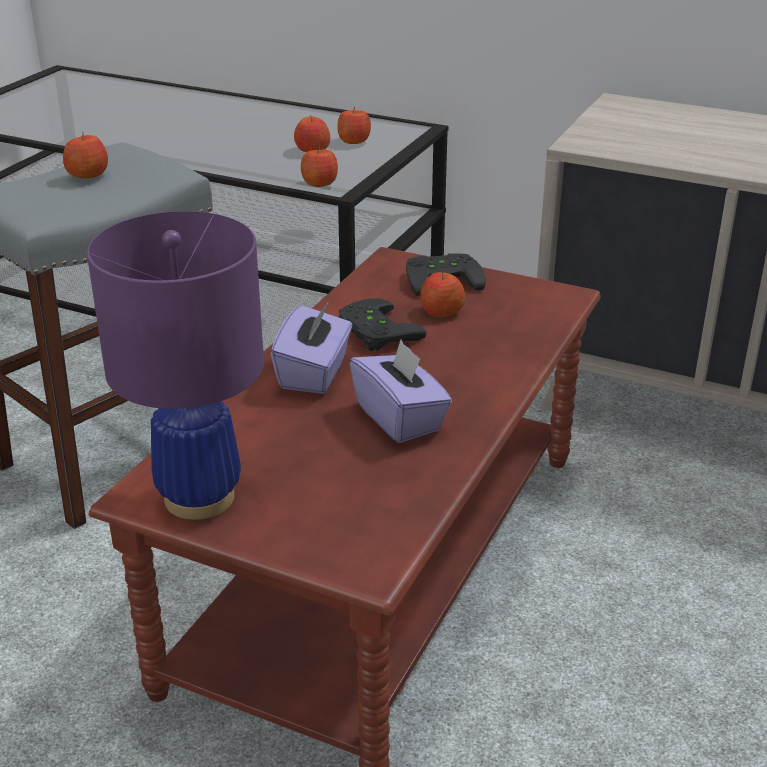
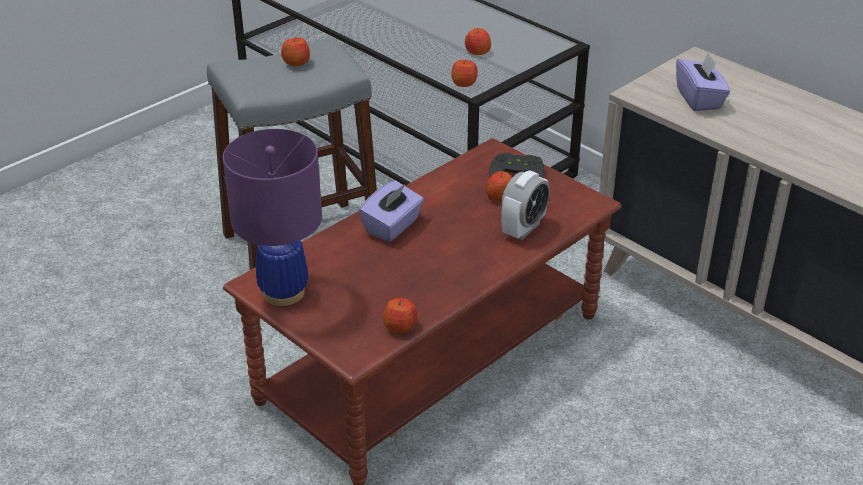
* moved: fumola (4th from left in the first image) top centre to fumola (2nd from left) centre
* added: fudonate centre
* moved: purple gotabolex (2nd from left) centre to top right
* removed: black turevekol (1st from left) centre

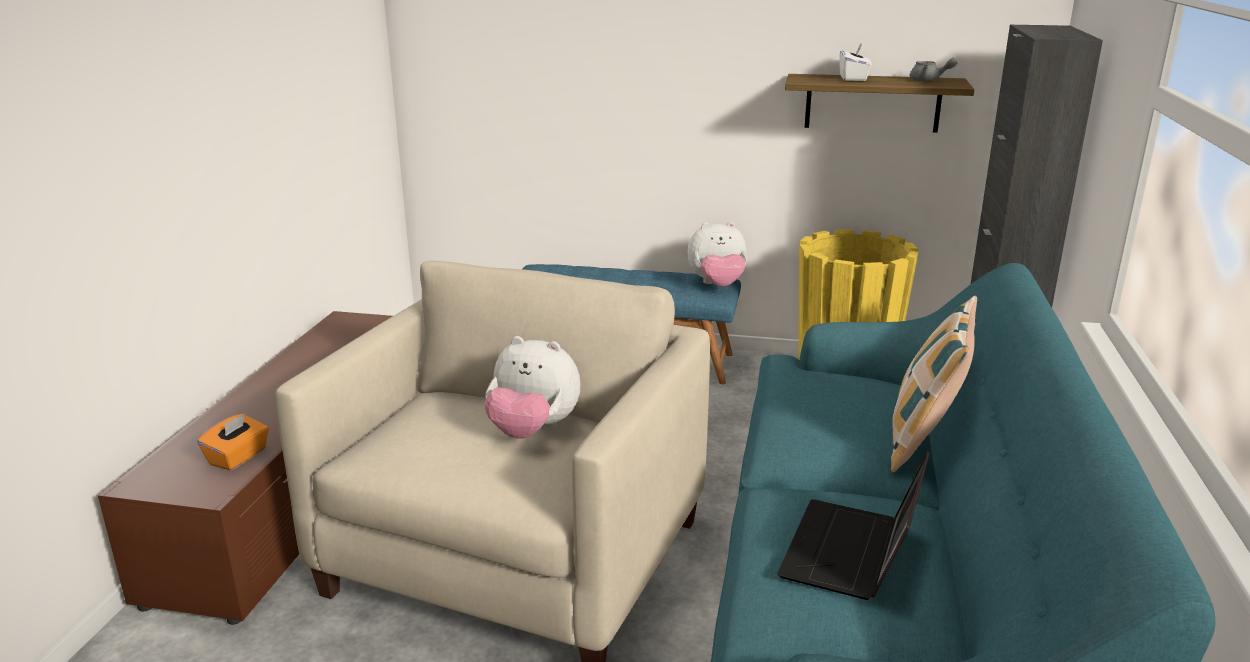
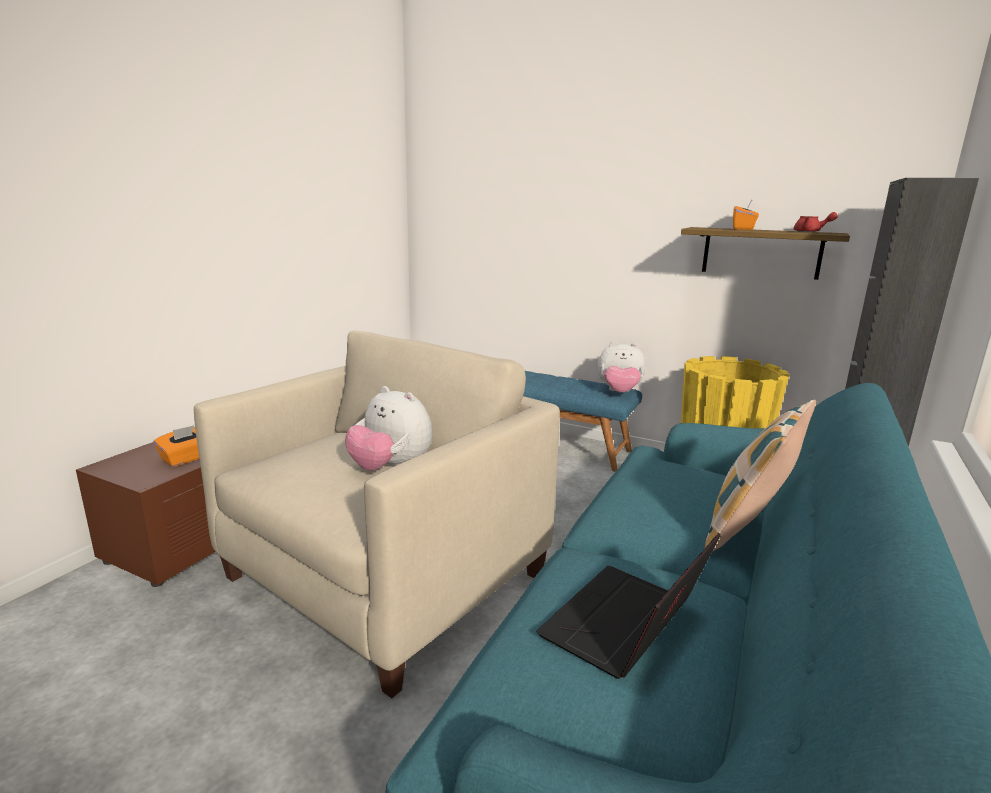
* recoloured: white gotabolex top right to orange gotabolex (2nd from left) top right
* recoloured: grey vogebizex top right to red vogebizex top right

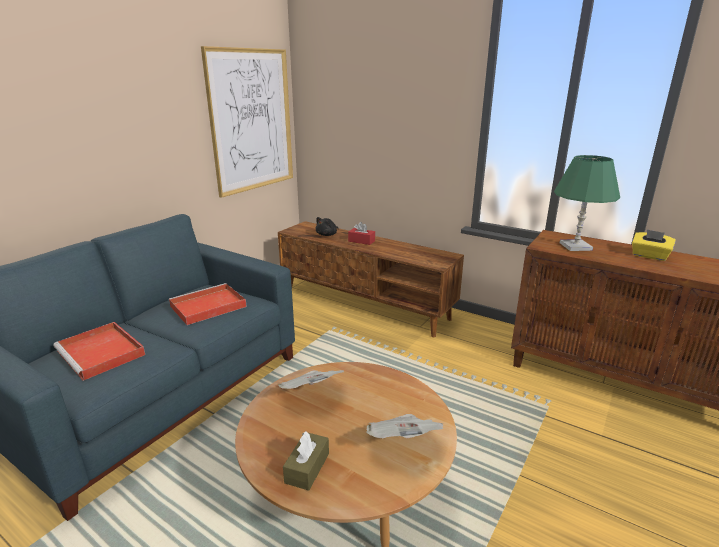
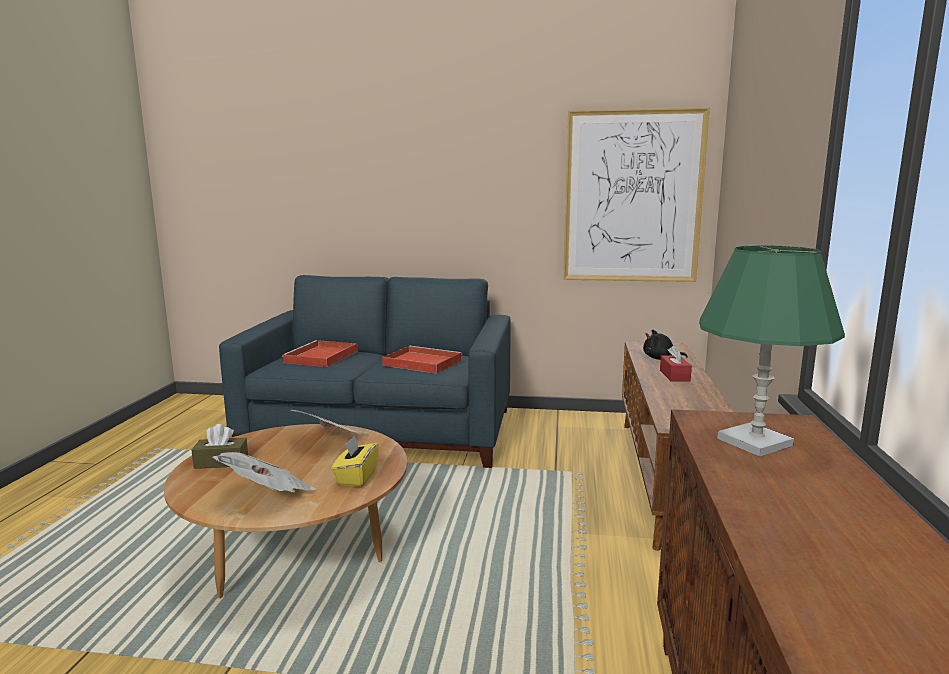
* moved: yellow gotabolex middle right to bottom centre

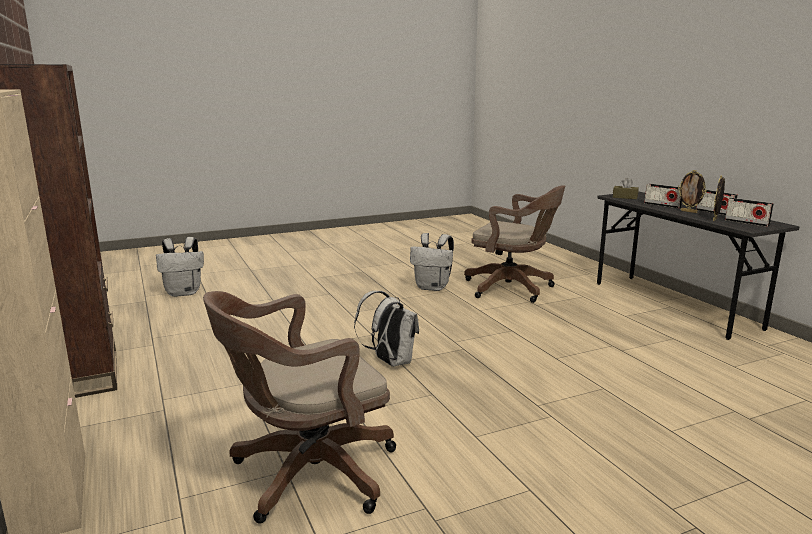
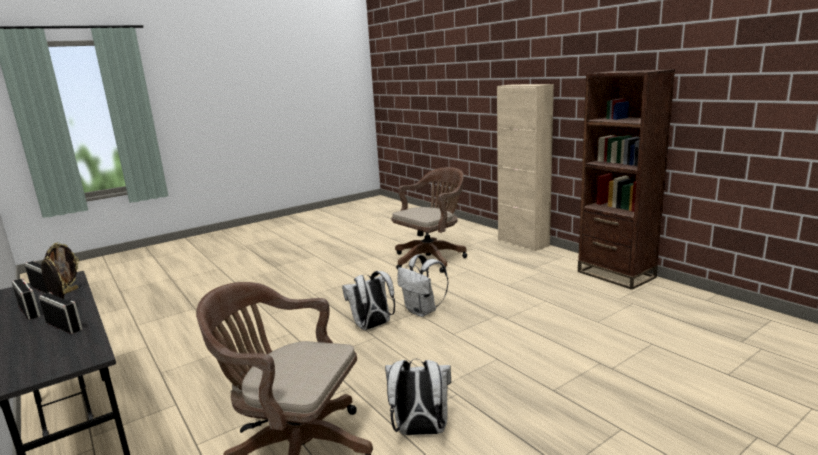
* moved: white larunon (1st from left) middle left to centre
* removed: brown gotabolex middle right

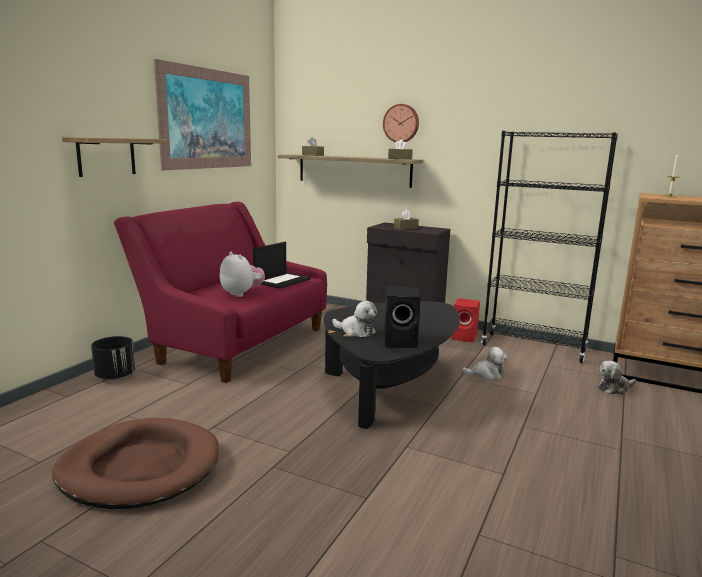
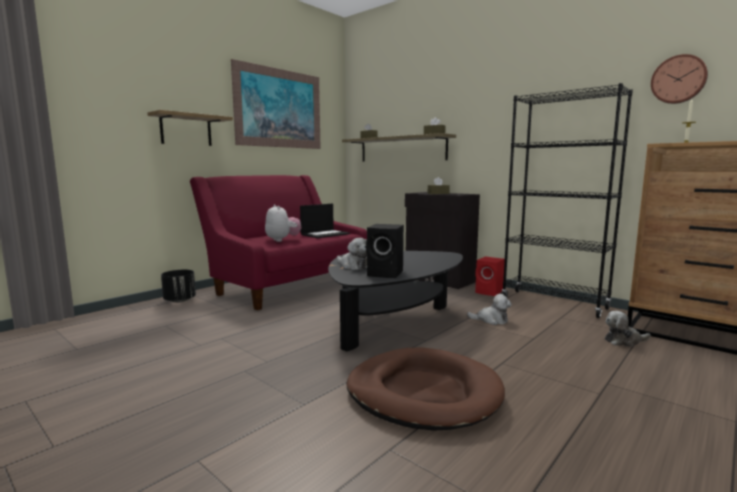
* moved: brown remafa bottom left to bottom centre
* moved: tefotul top centre to top right

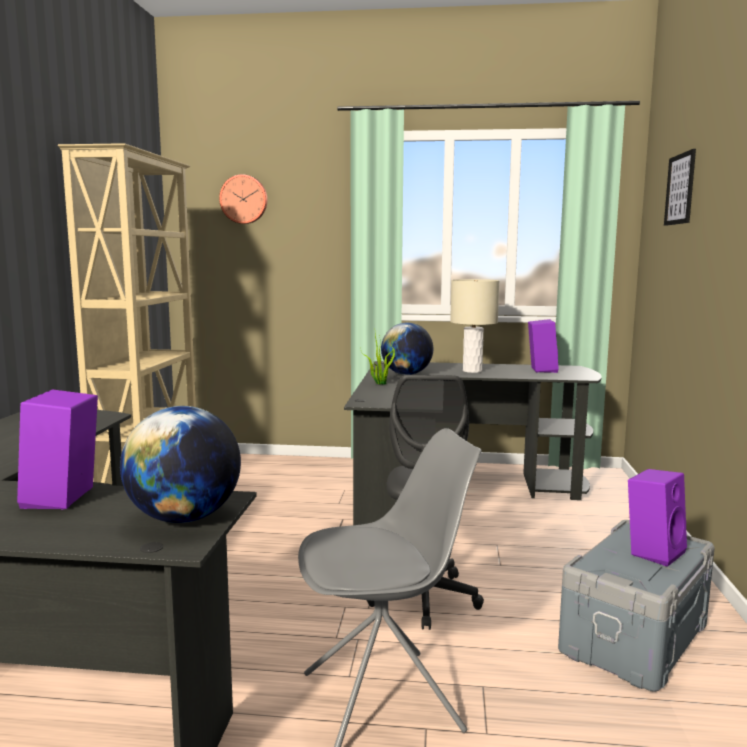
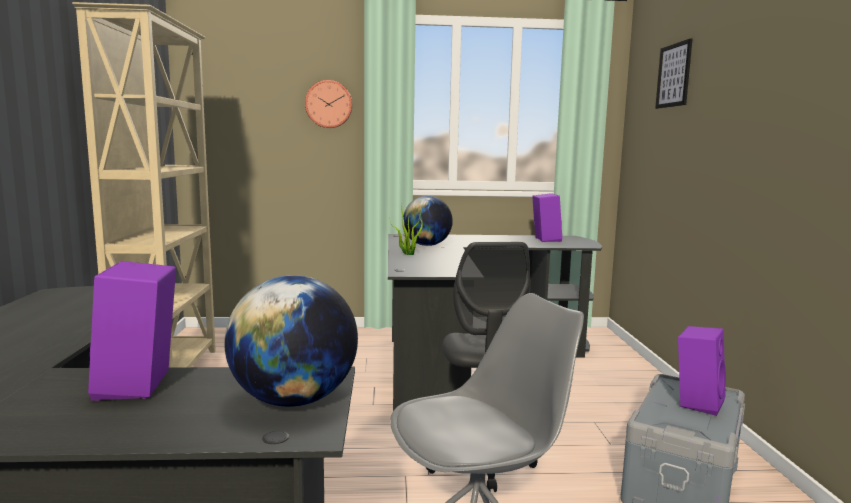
* moved: tefotul top left to top centre
* removed: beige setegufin centre

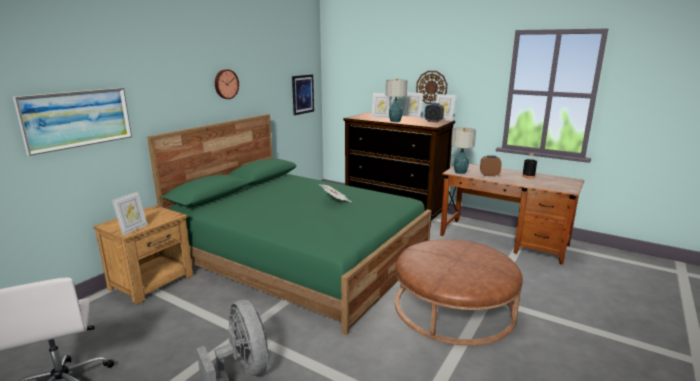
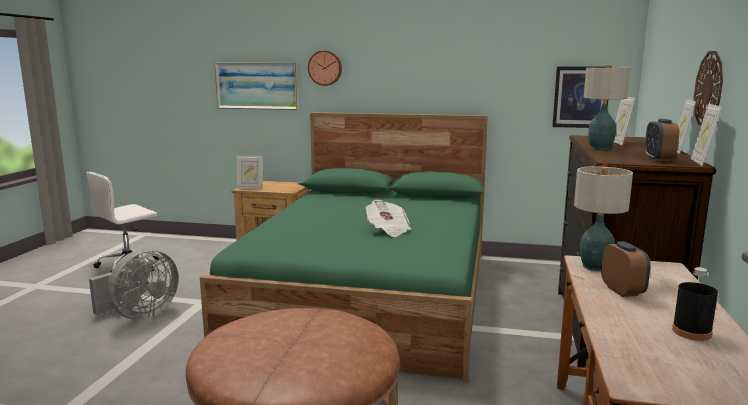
* moved: tefotul (1st from left) top left to top centre

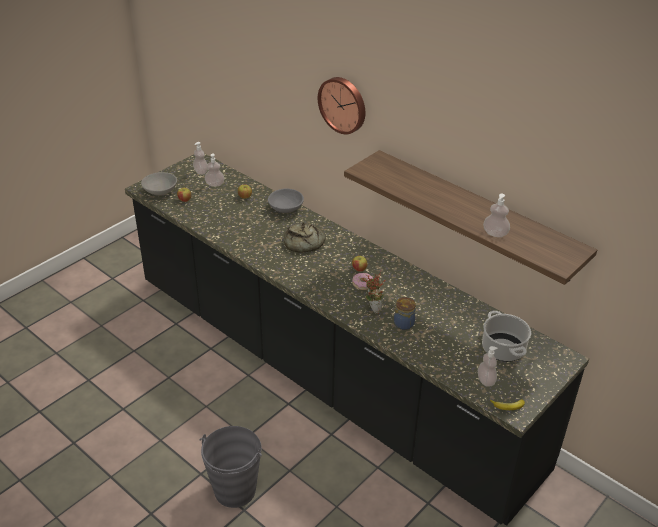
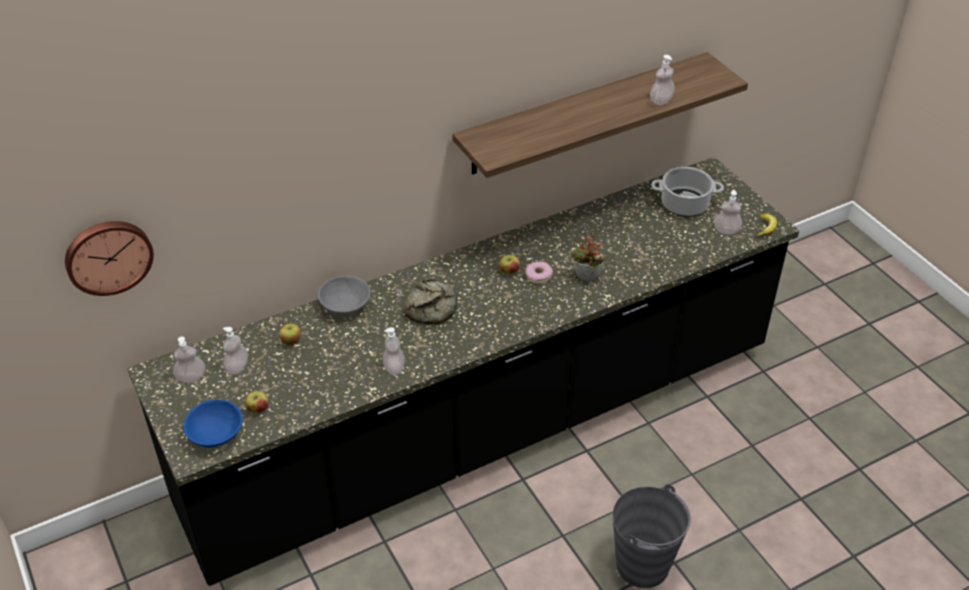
* moved: tefotul top centre to middle left
* recoloured: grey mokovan (1st from left) middle left to blue mokovan bottom left
* added: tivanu (3rd from left) centre
* removed: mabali centre

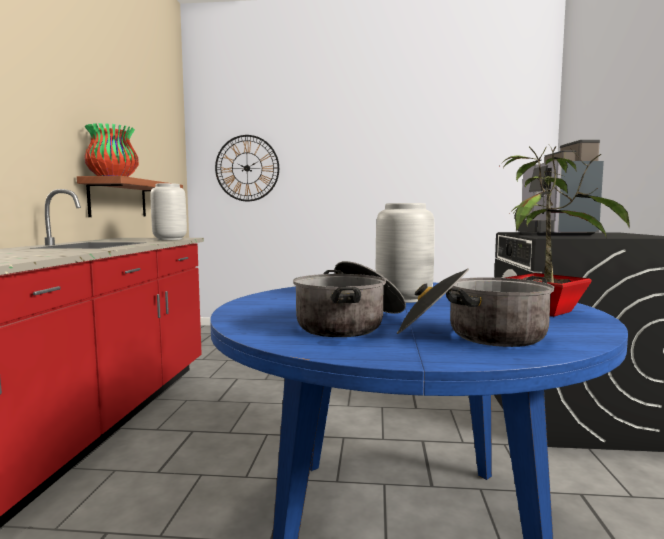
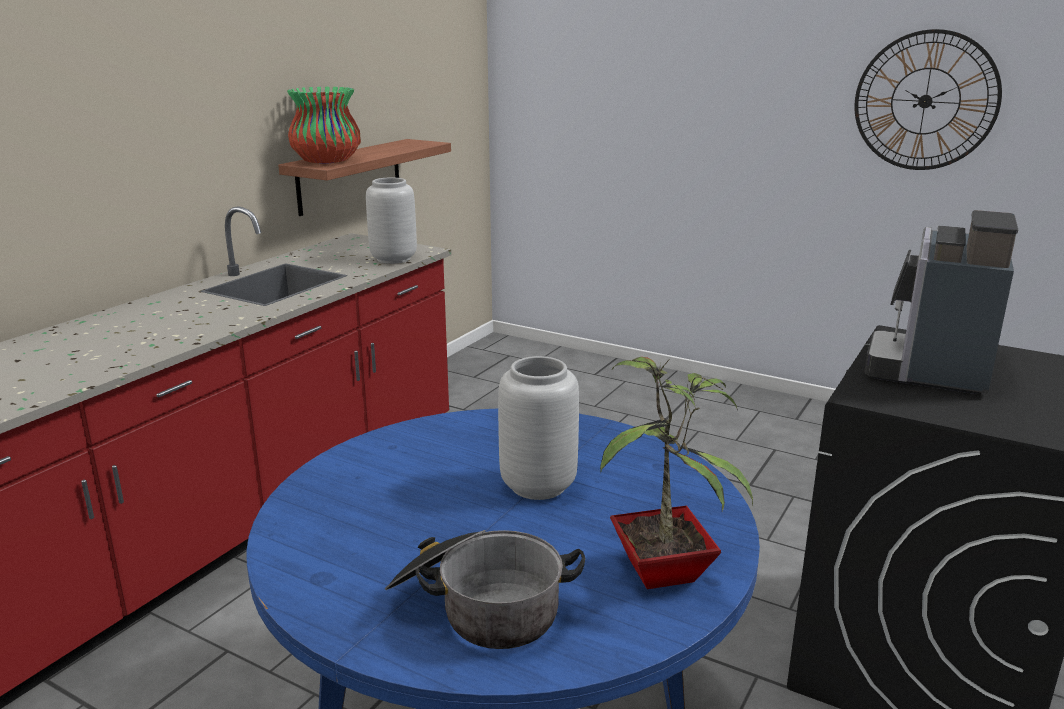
* moved: tefotul top centre to top right
* removed: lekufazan (1st from left) centre

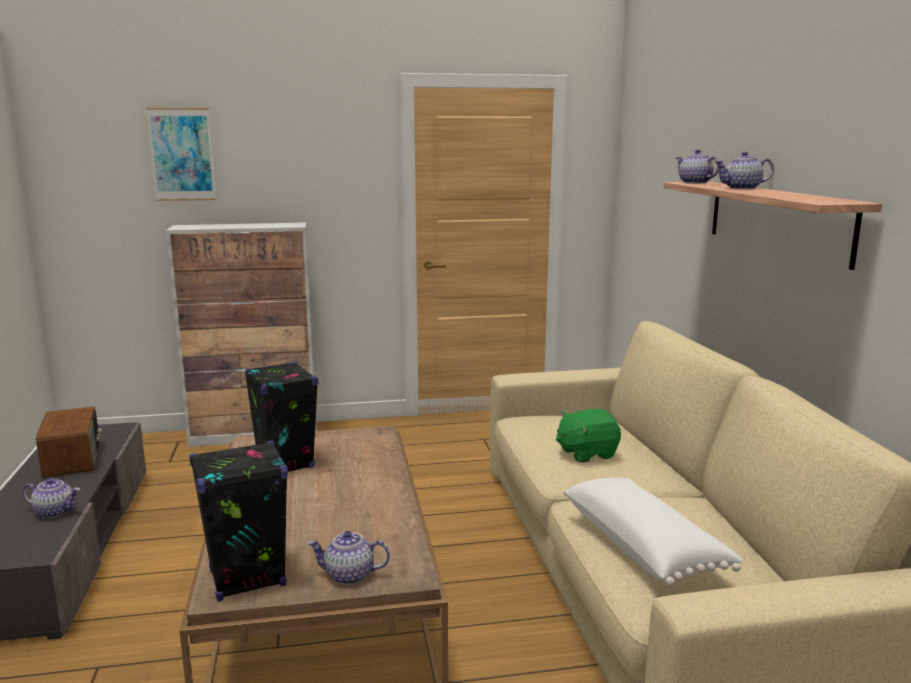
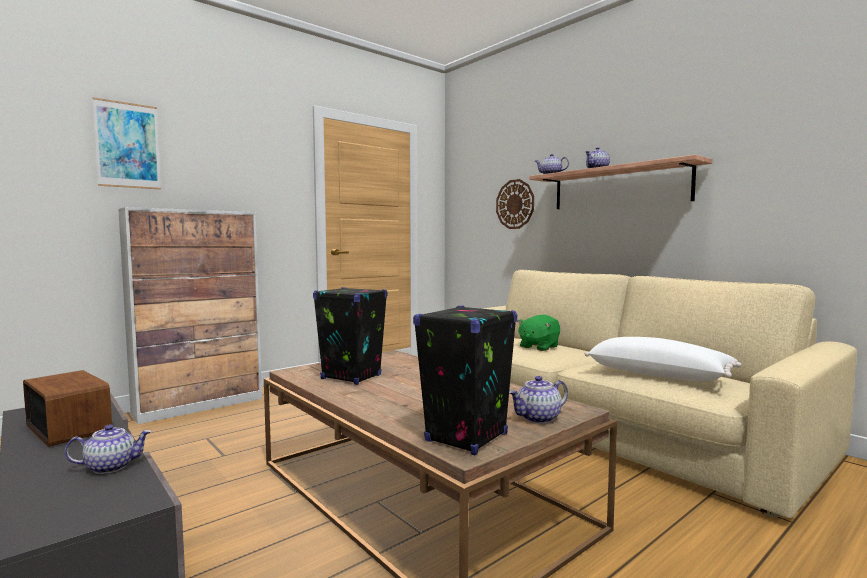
* added: tefotul centre

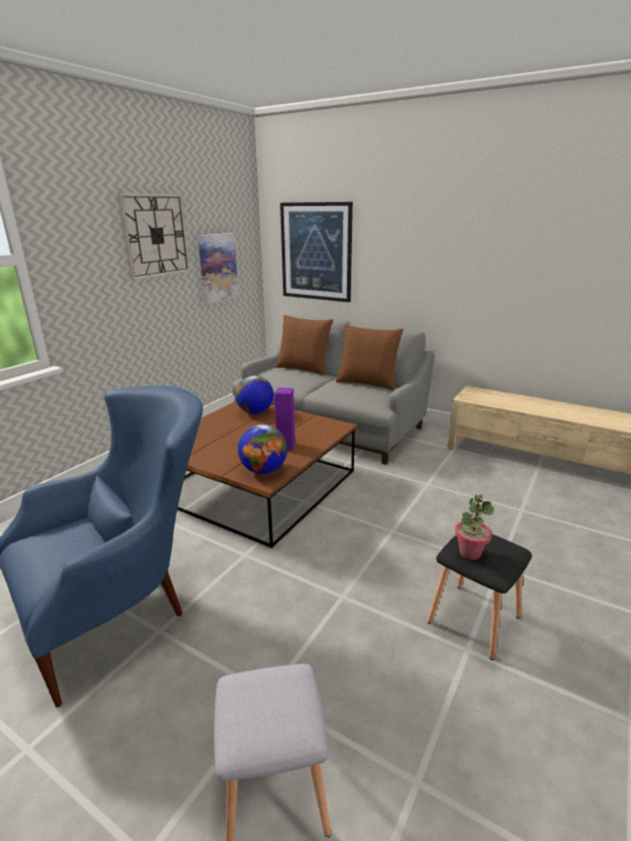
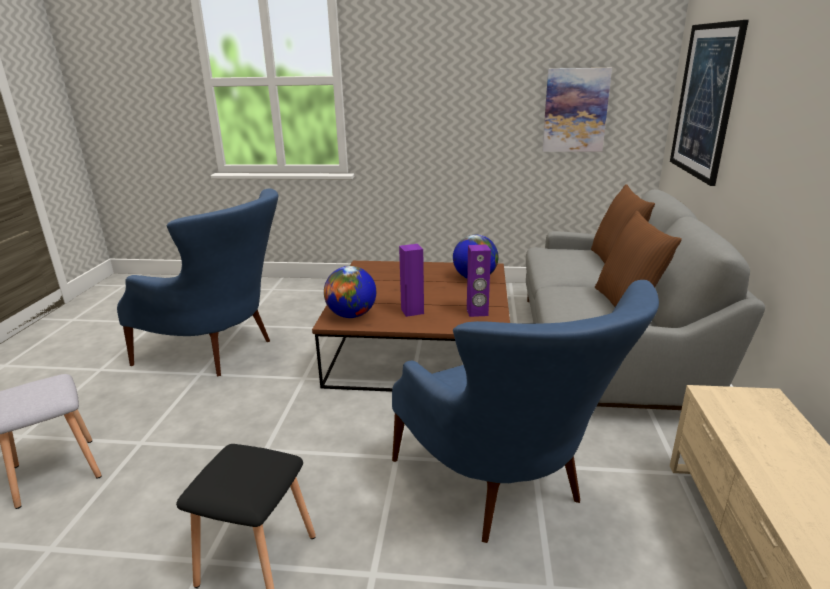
* added: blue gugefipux (2nd from left) bottom centre
* added: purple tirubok (2nd from left) centre
* removed: tefotul top left
* removed: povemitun middle right

